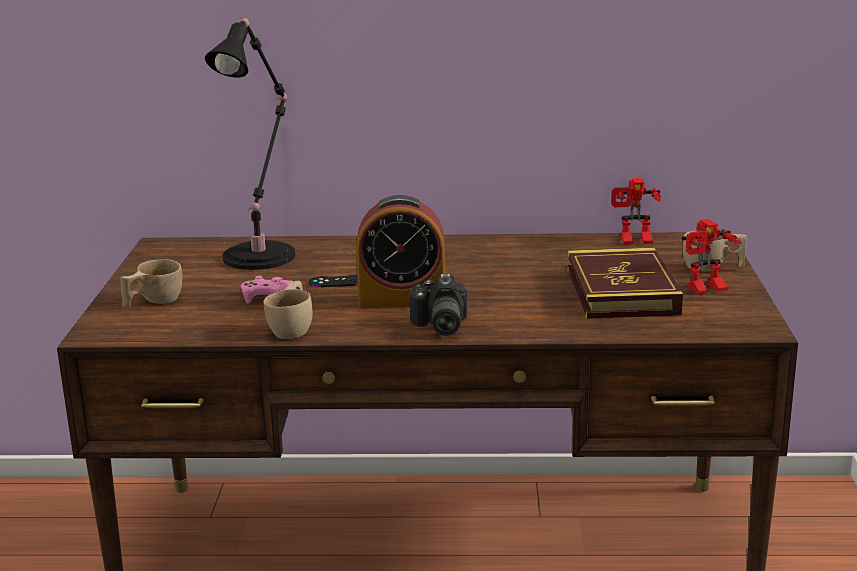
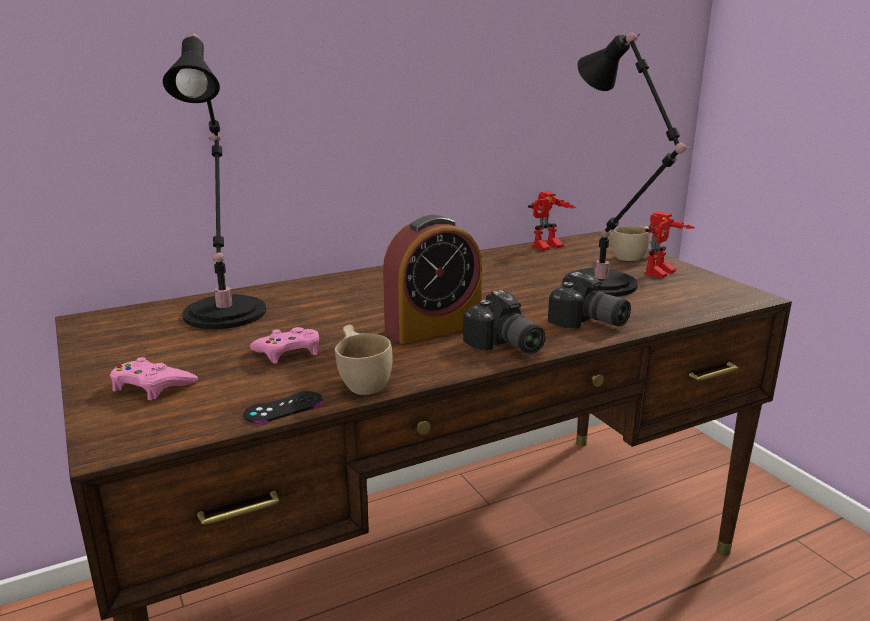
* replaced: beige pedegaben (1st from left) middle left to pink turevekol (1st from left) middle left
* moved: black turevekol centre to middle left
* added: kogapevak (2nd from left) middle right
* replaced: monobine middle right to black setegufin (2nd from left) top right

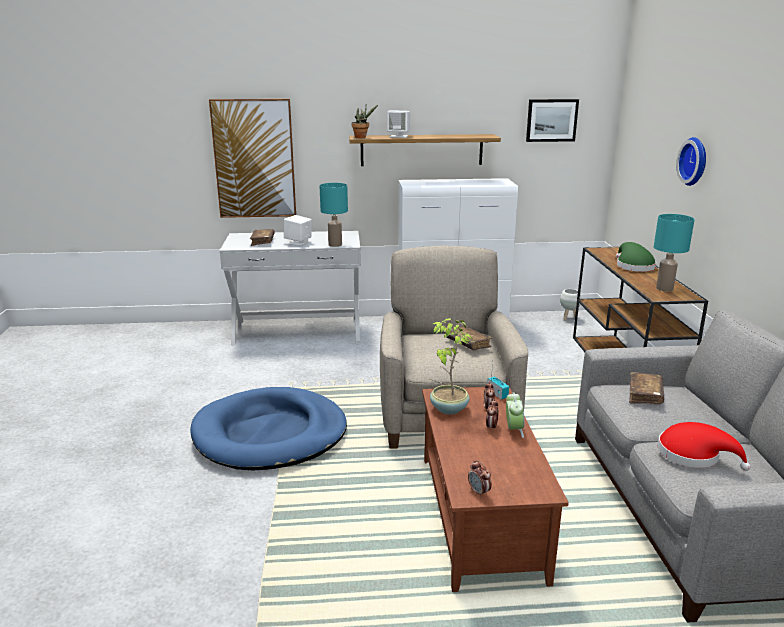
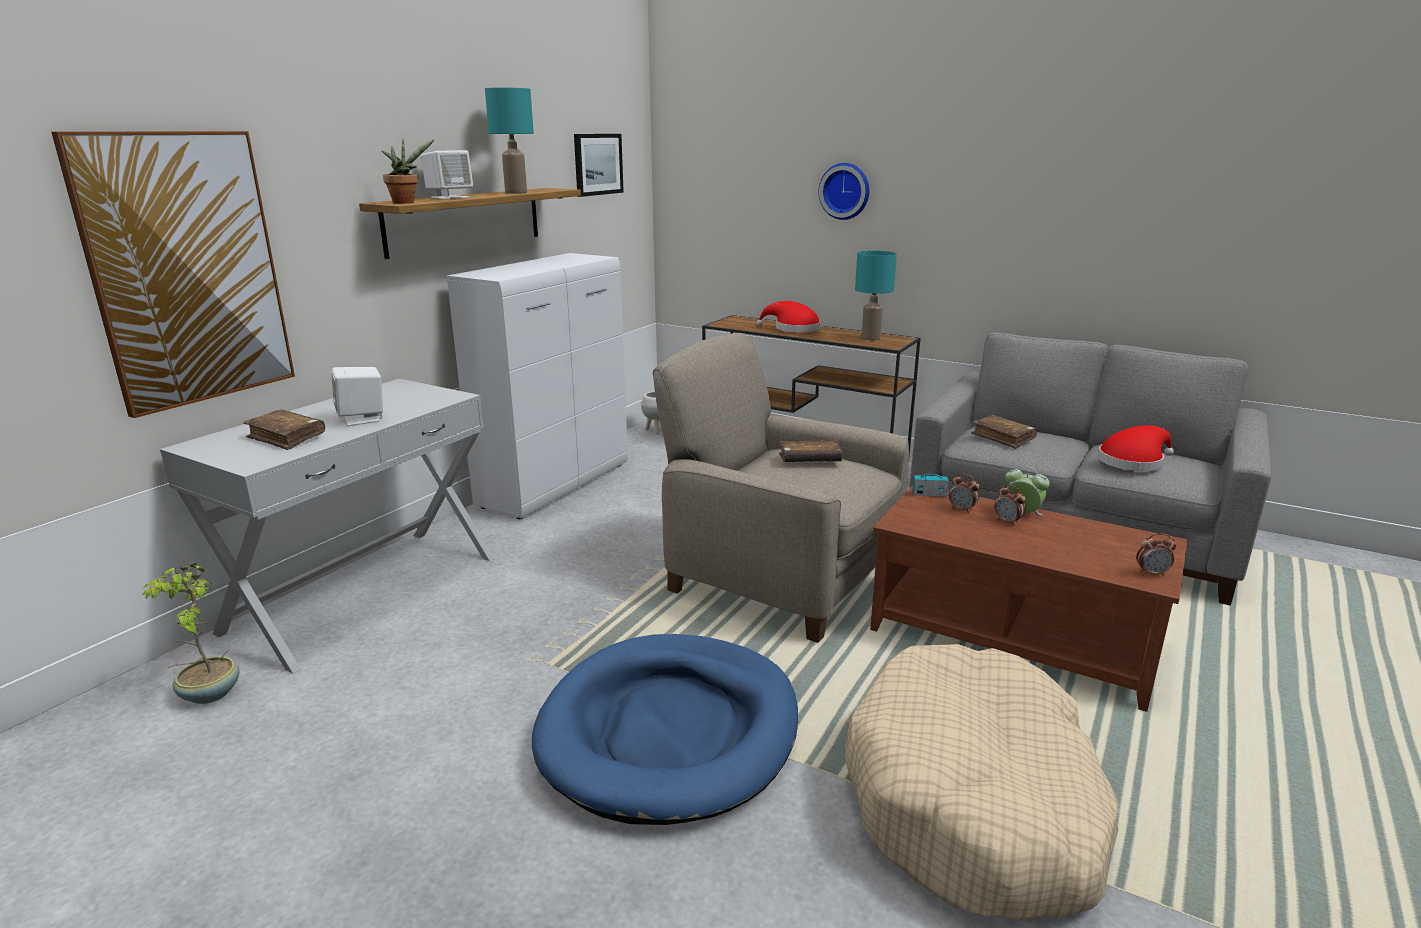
* moved: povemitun (2nd from left in the first image) centre to povemitun (1st from left) bottom left
* moved: turquoise setegufin (1st from left) centre to top centre
* recoloured: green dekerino middle right to red dekerino (1st from left) centre
* added: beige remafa bottom right

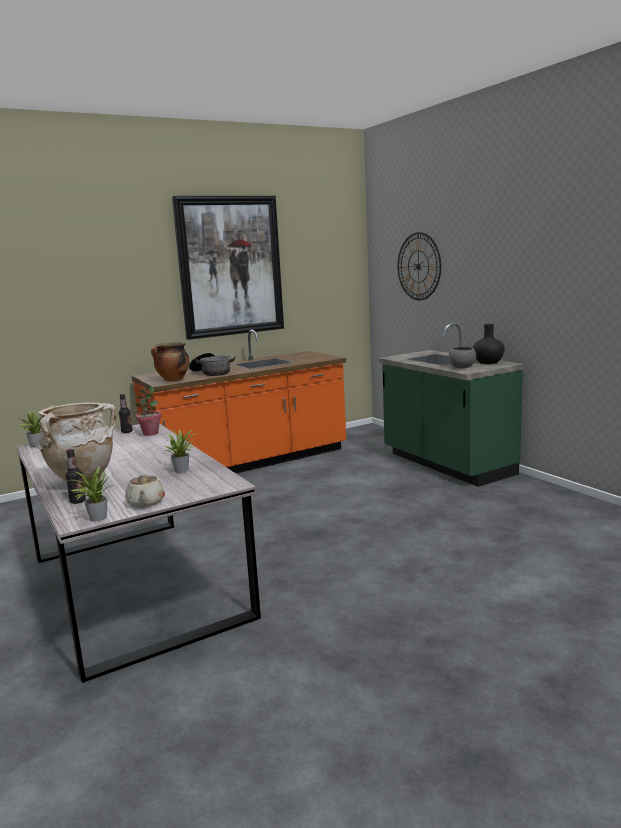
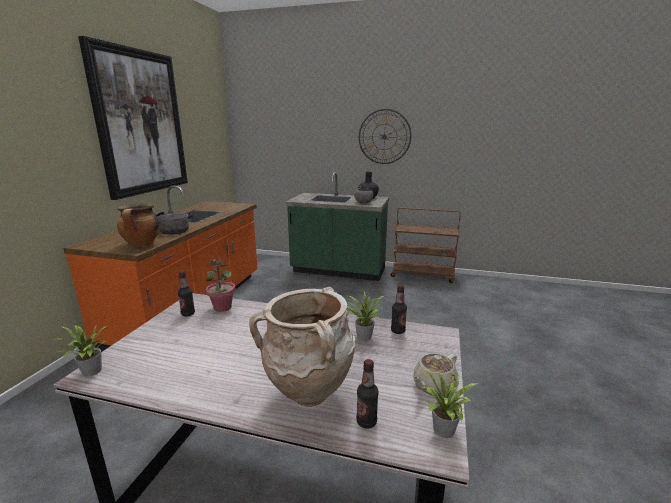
* moved: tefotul top right to top centre
* added: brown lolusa centre
* added: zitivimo (3rd from left) centre
* turned: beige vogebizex middle left = bottom centre 105 degrees clockwise

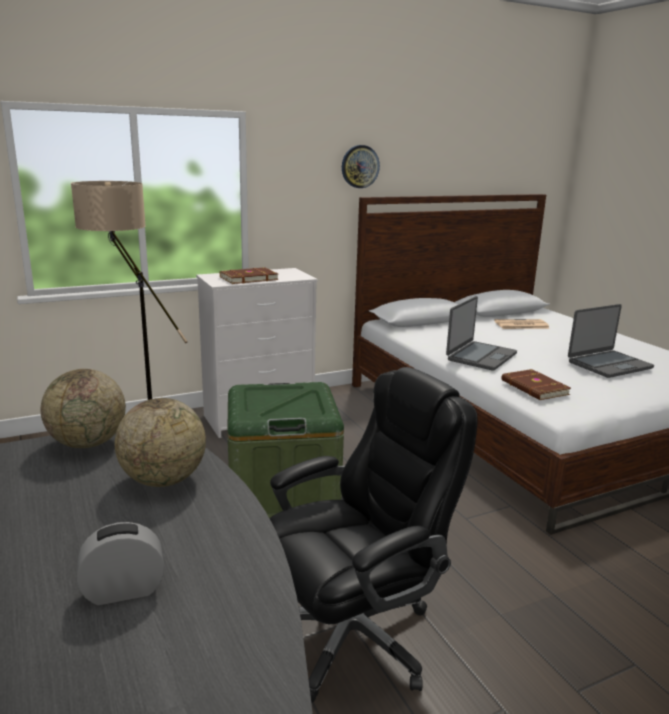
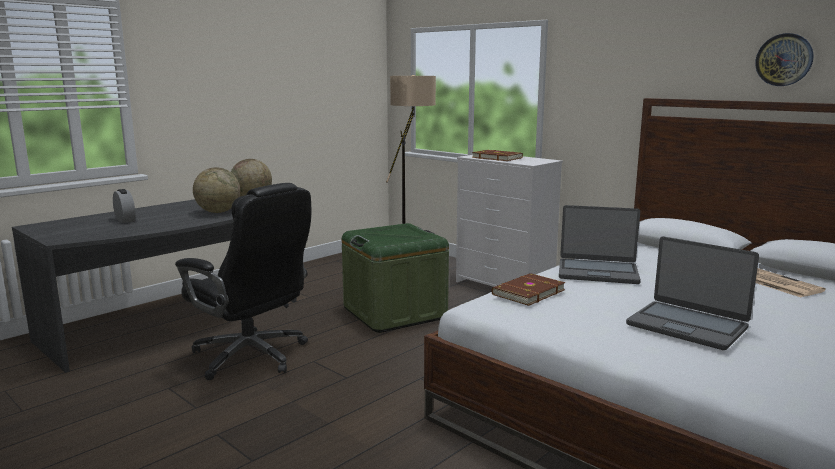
* moved: tefotul top centre to top right

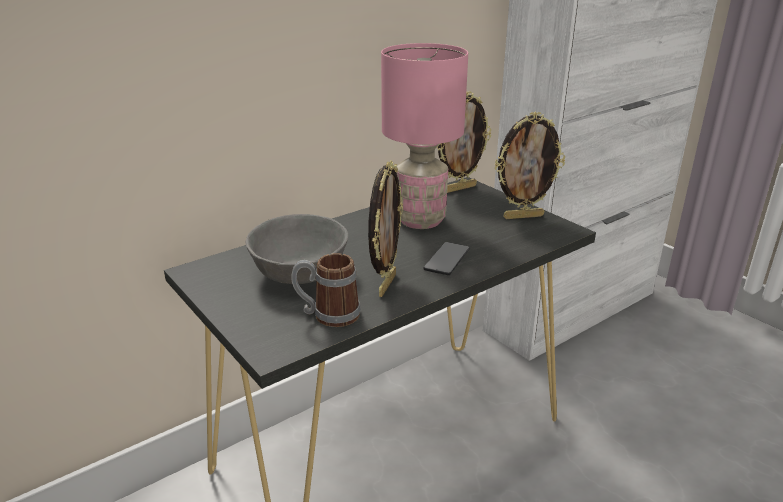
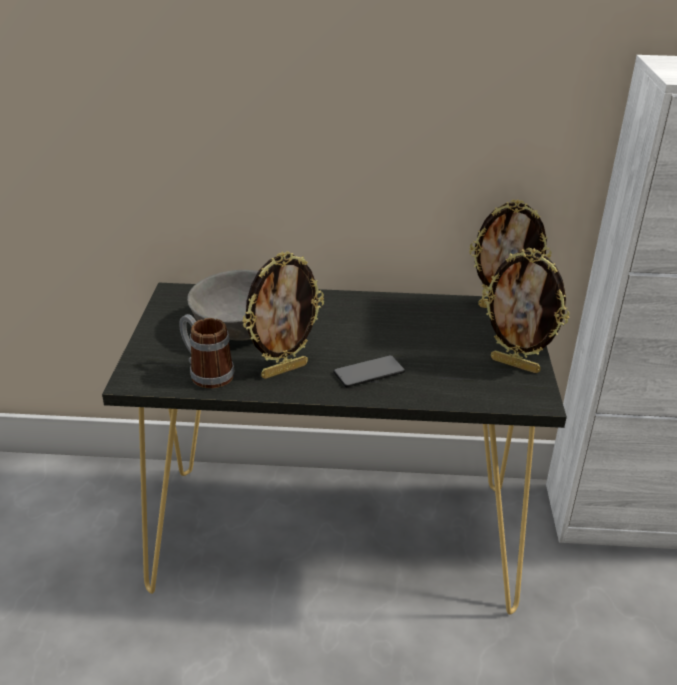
* removed: pink setegufin top centre

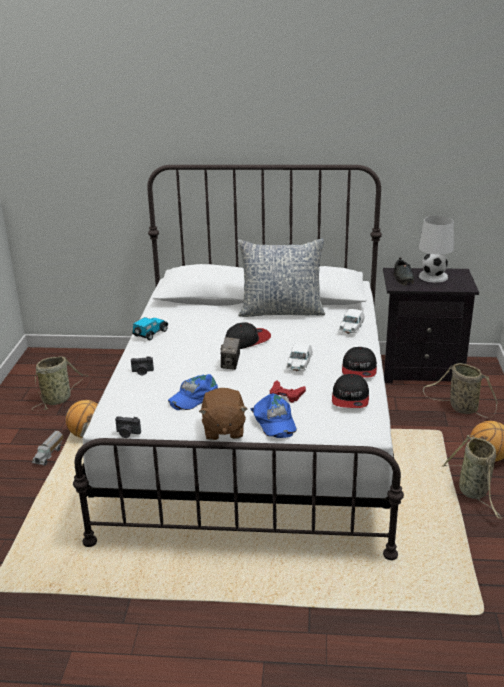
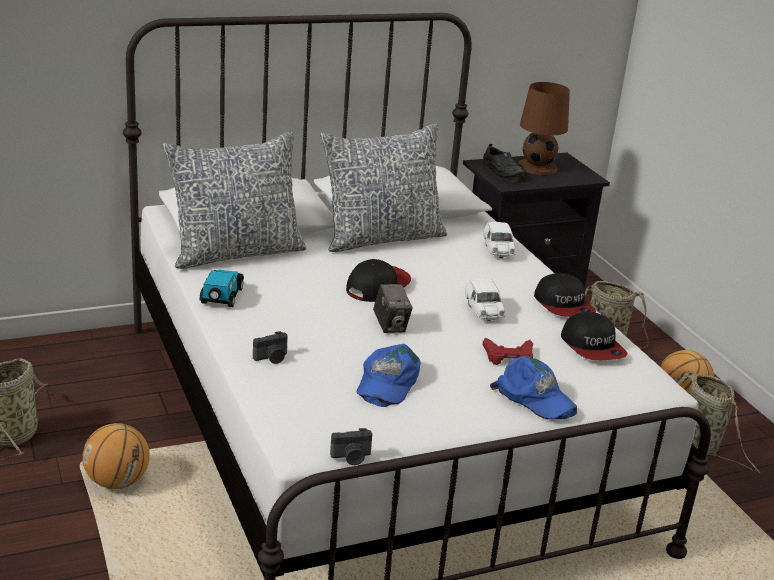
* added: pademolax (1st from left) middle left
* recoloured: white setegufin middle right to brown setegufin top right
* removed: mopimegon middle left
* removed: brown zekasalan centre

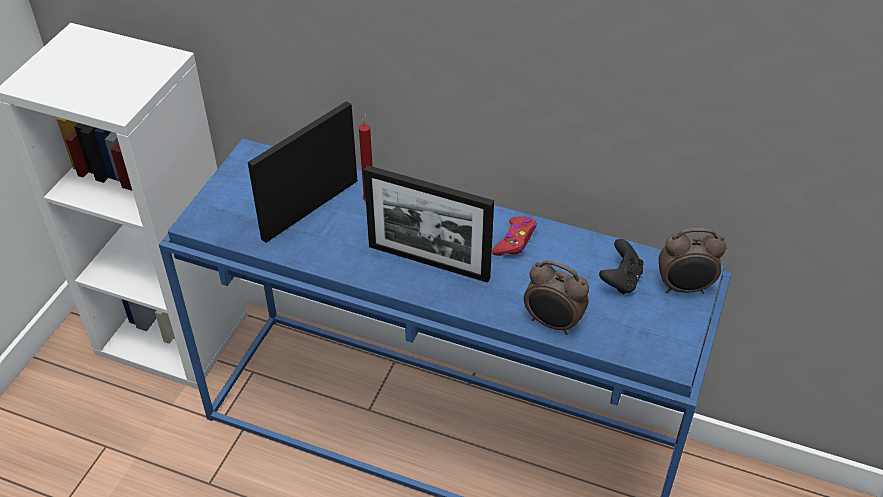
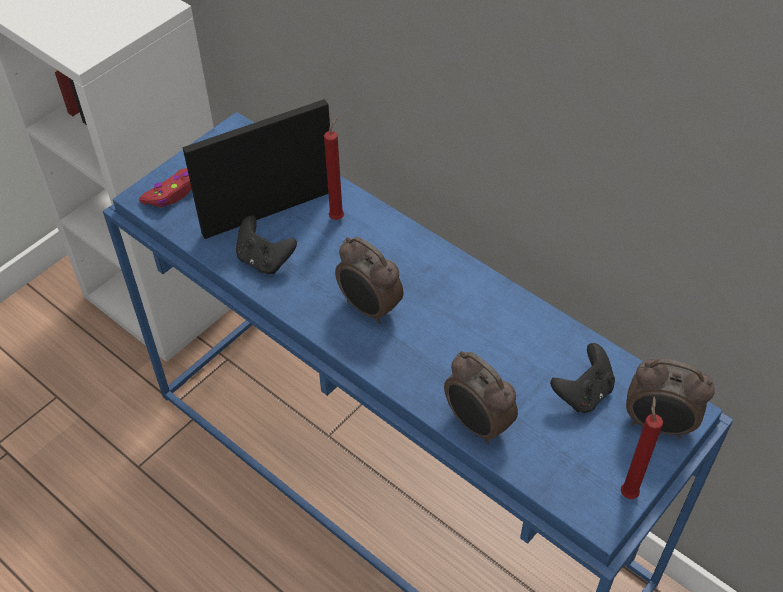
* moved: red turevekol centre to top left
* added: black turevekol (1st from left) centre
* replaced: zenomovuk (2nd from left) centre to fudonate (1st from left) centre
* added: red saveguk (2nd from left) bottom right

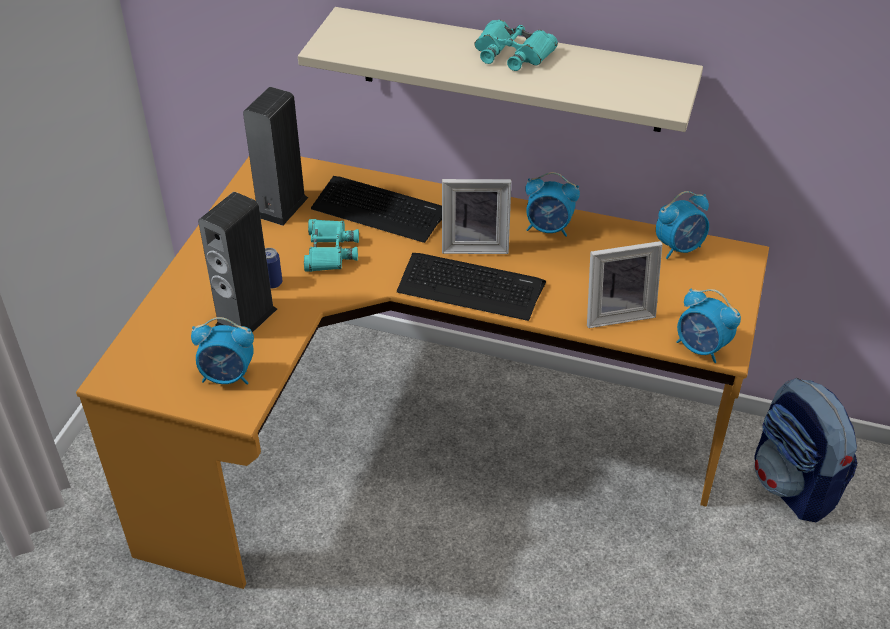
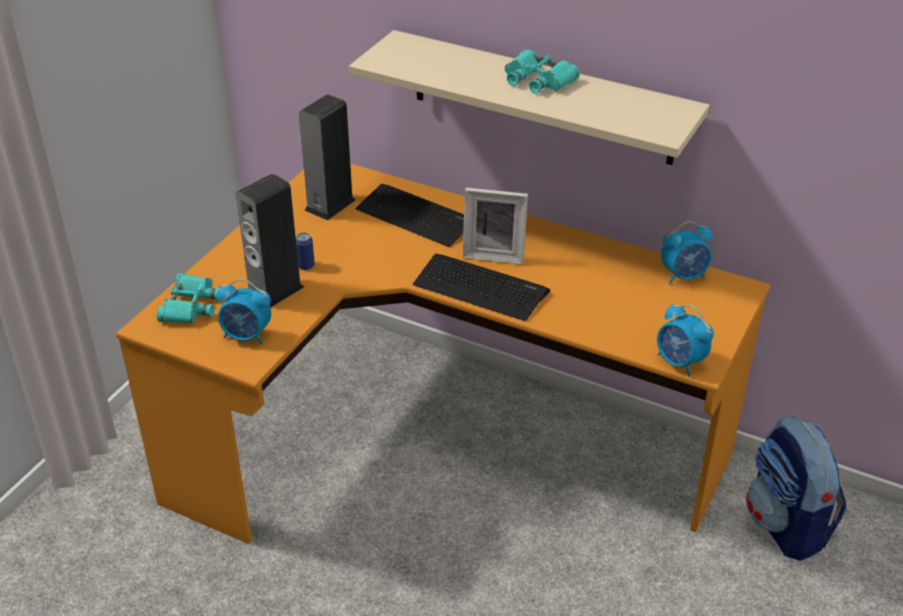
* moved: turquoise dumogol (1st from left) centre to middle left
* removed: fudonate (2nd from left) top centre
* removed: zenomovuk (2nd from left) middle right

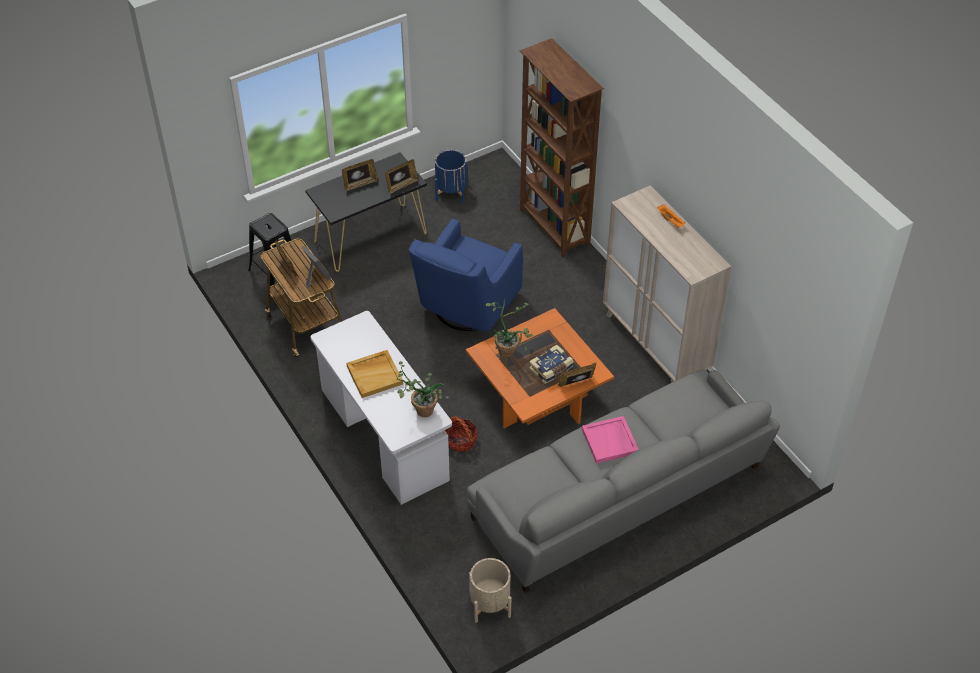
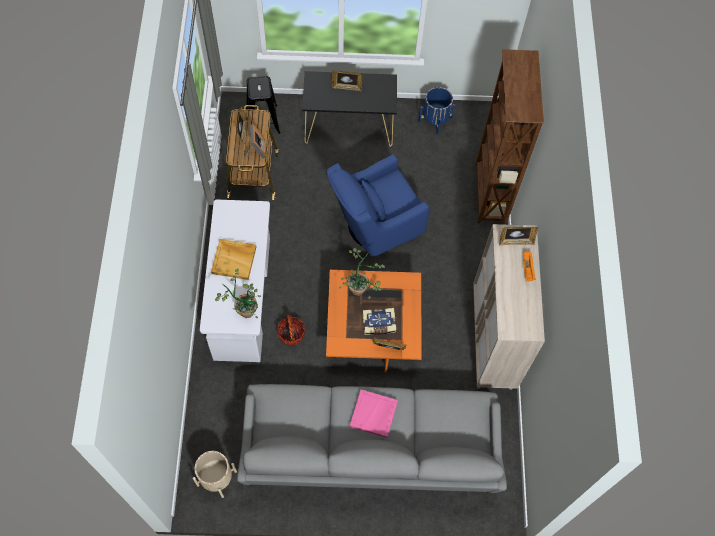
* moved: zenomovuk (4th from left in the first image) top centre to zenomovuk (5th from left) middle right

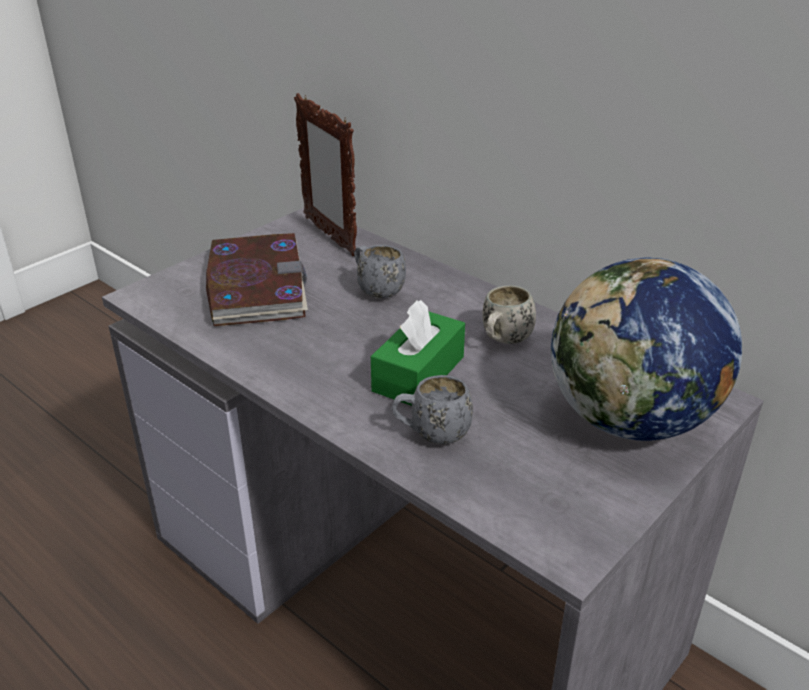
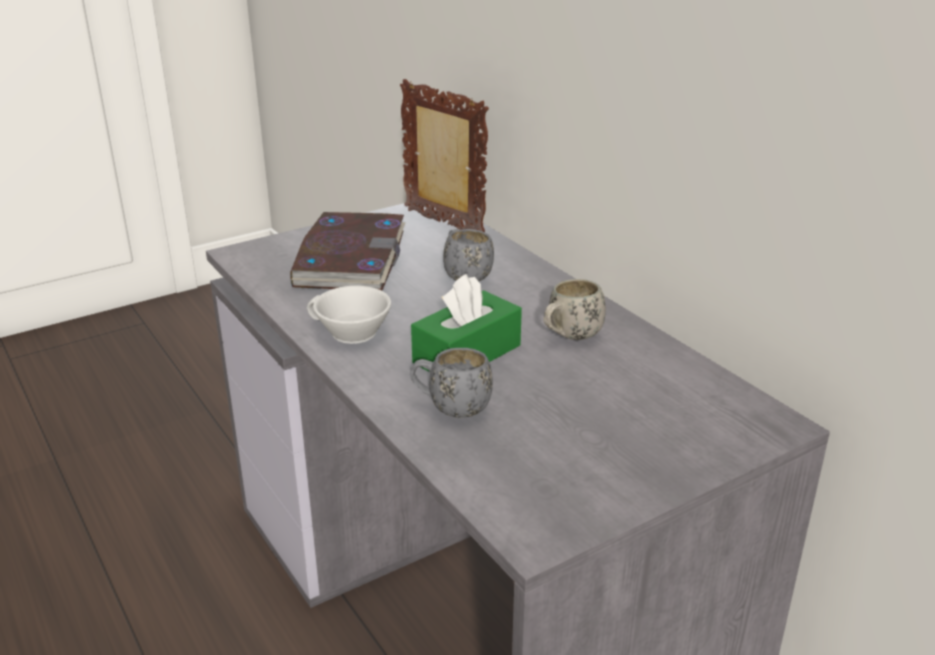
* added: white pedegaben centre
* turned: zenomovuk top centre = top centre 150 degrees clockwise
* removed: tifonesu middle right

